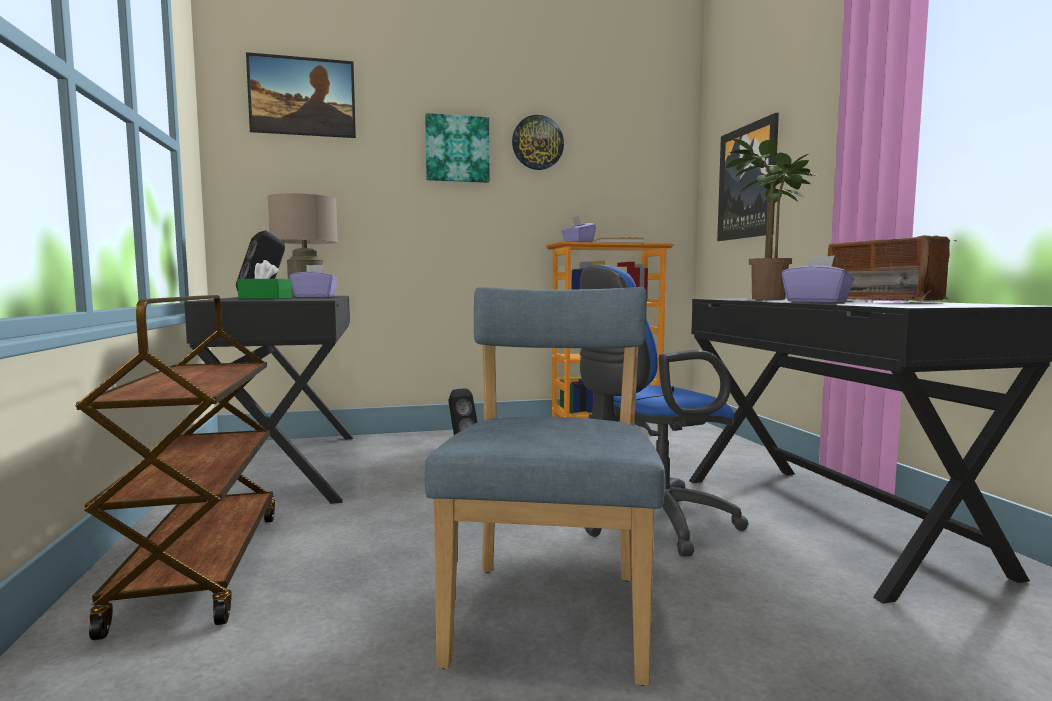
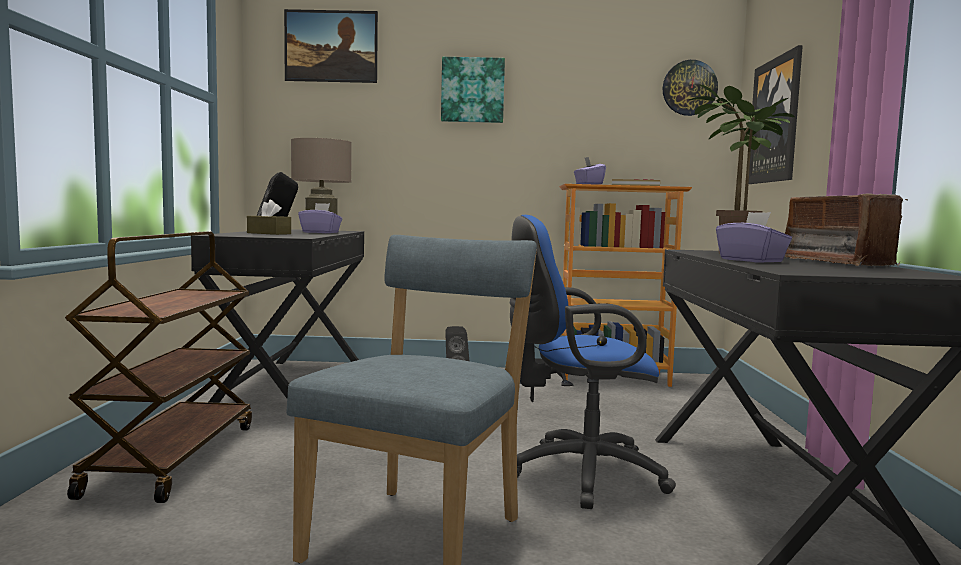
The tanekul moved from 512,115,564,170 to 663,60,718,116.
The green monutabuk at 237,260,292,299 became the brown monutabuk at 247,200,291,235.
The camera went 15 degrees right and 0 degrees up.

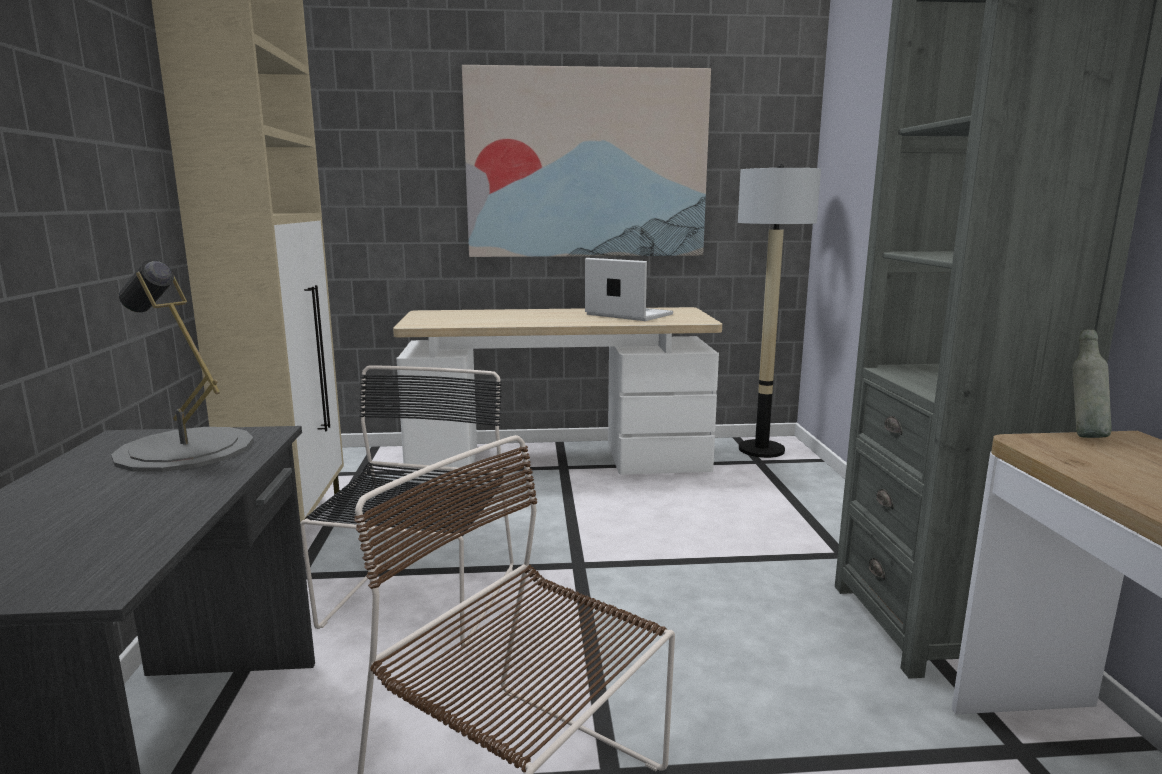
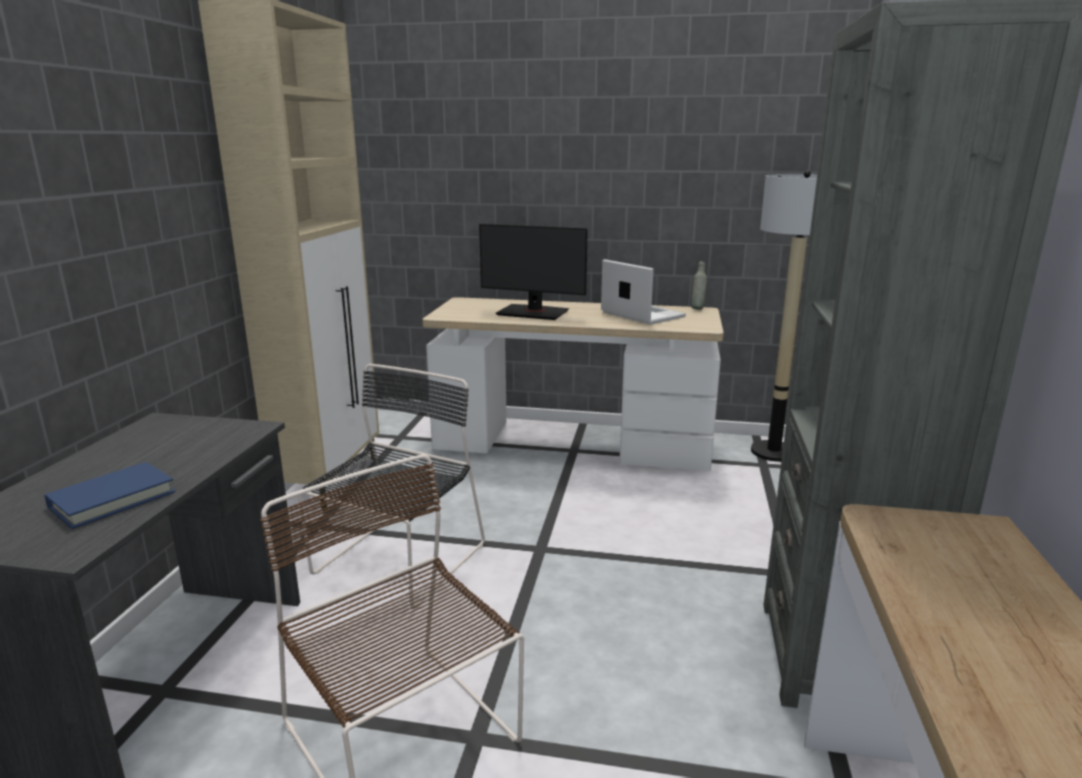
The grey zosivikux at 111,259,254,472 disappeared.
The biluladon at 462,65,711,257 disappeared.
The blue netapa at 44,462,175,529 appeared.
The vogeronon at 479,224,588,320 appeared.
The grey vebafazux moved from 1072,330,1111,438 to 691,261,707,310.
The camera went 15 degrees right and 5 degrees up.

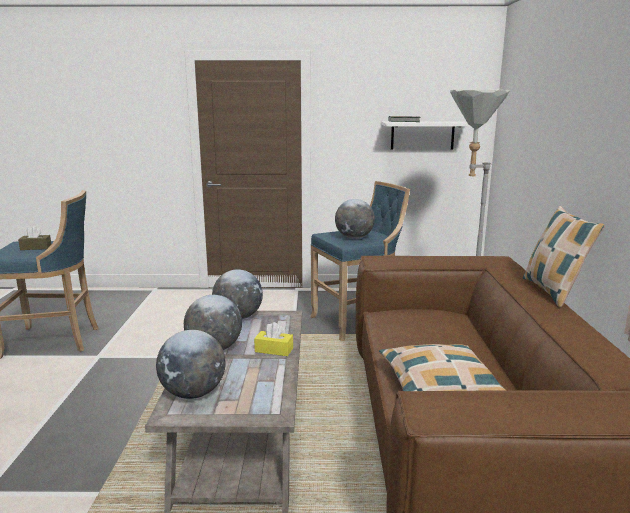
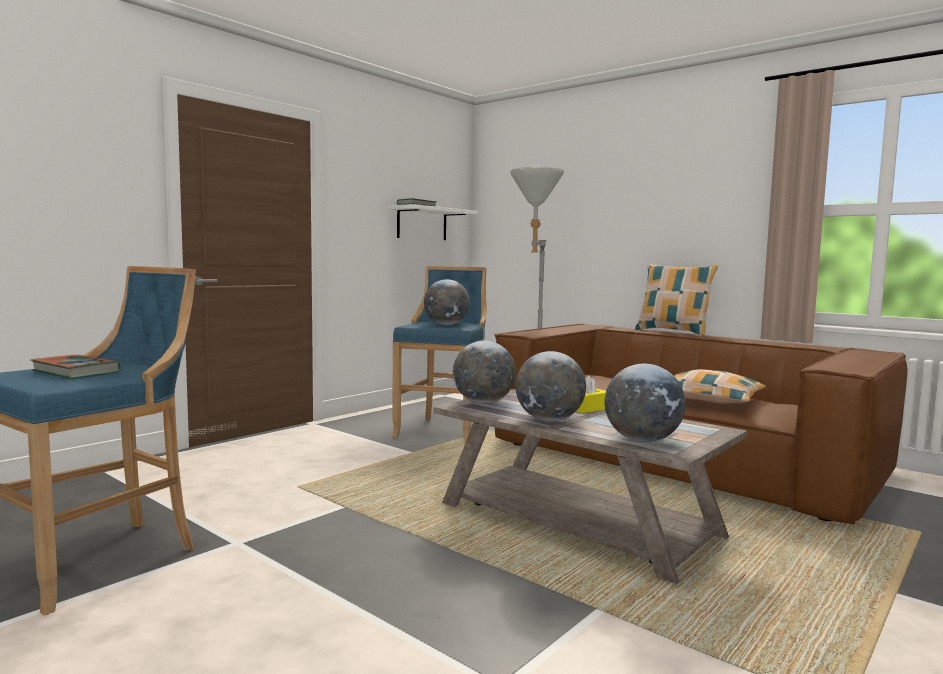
The brown monutabuk at 18,226,51,250 was replaced by the netapa at 30,355,121,379.
The camera went 50 degrees left and 10 degrees down.

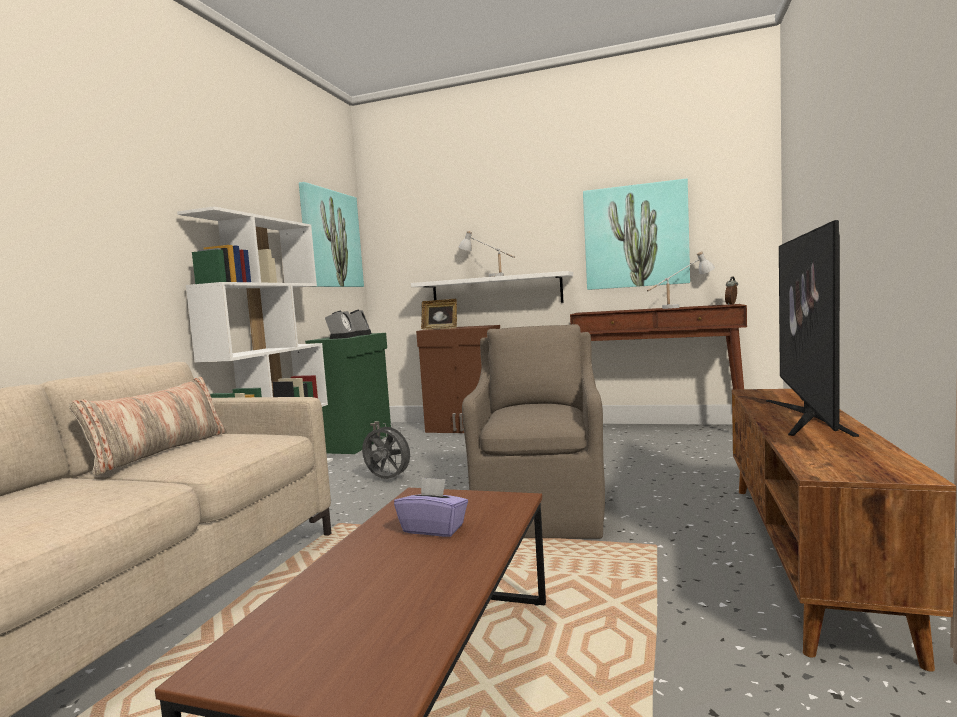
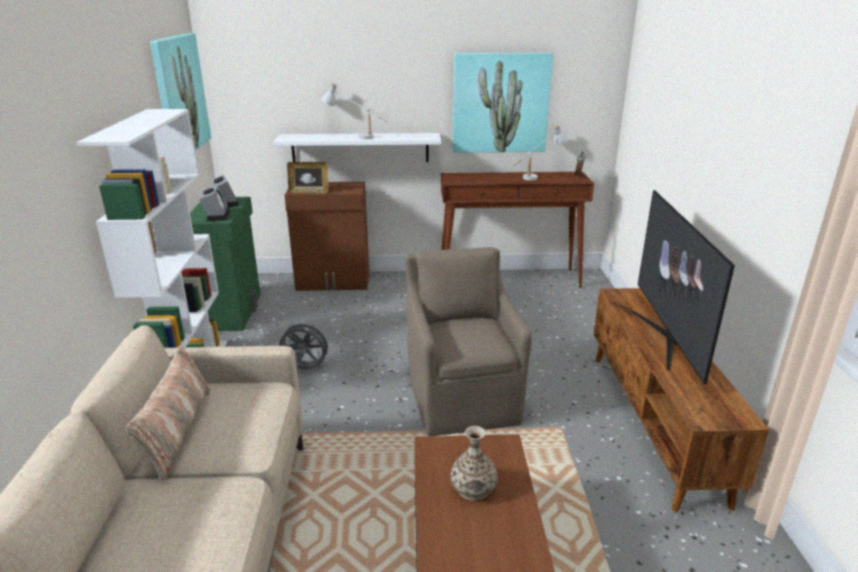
The purple monutabuk at 394,477,468,537 was replaced by the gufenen at 450,426,497,501.
The camera went 20 degrees left and 20 degrees up.

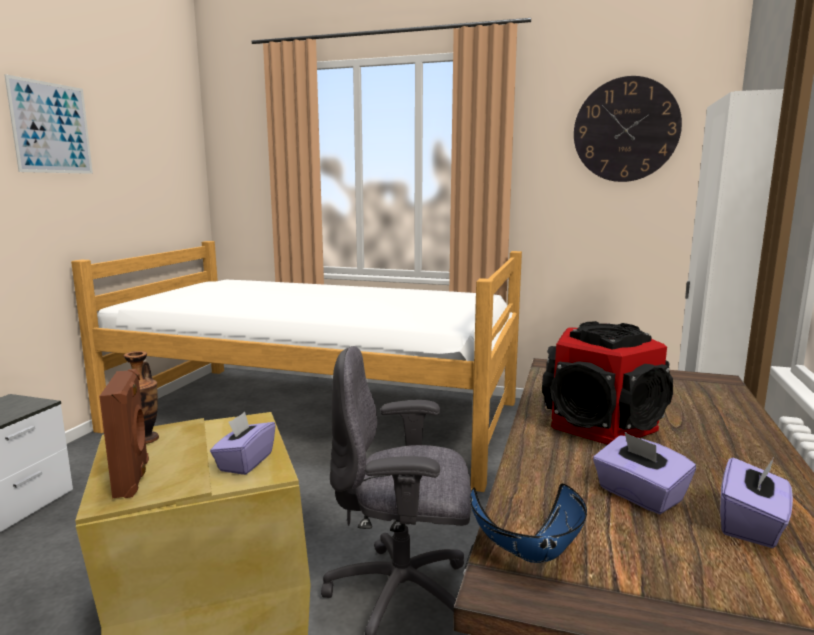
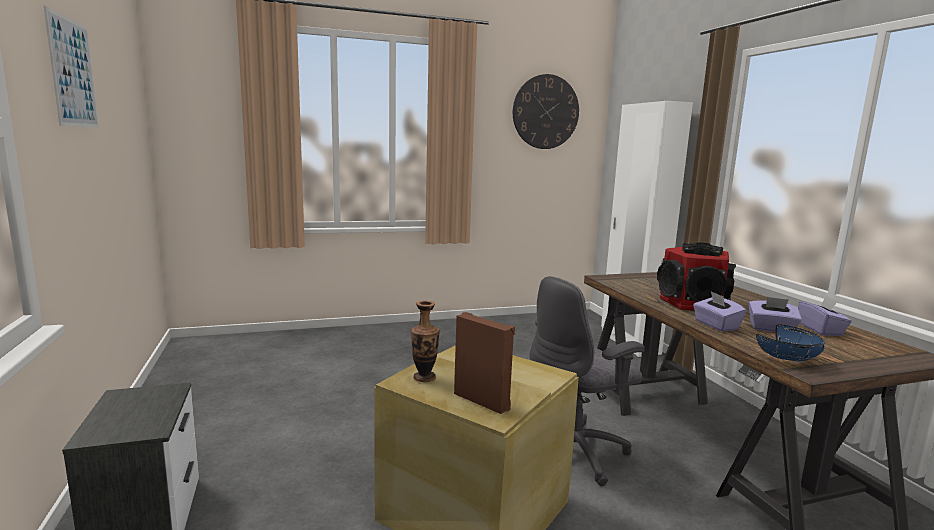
The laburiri at 71,241,522,492 disappeared.
The purple monutabuk moved from 210,412,276,475 to 693,291,746,331.
The camera went 35 degrees left and 0 degrees up.

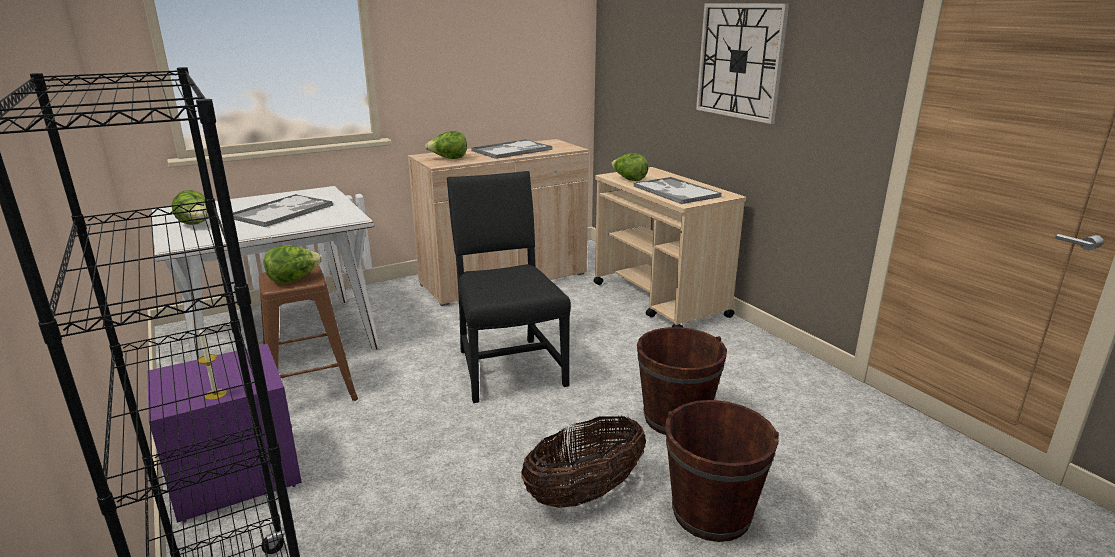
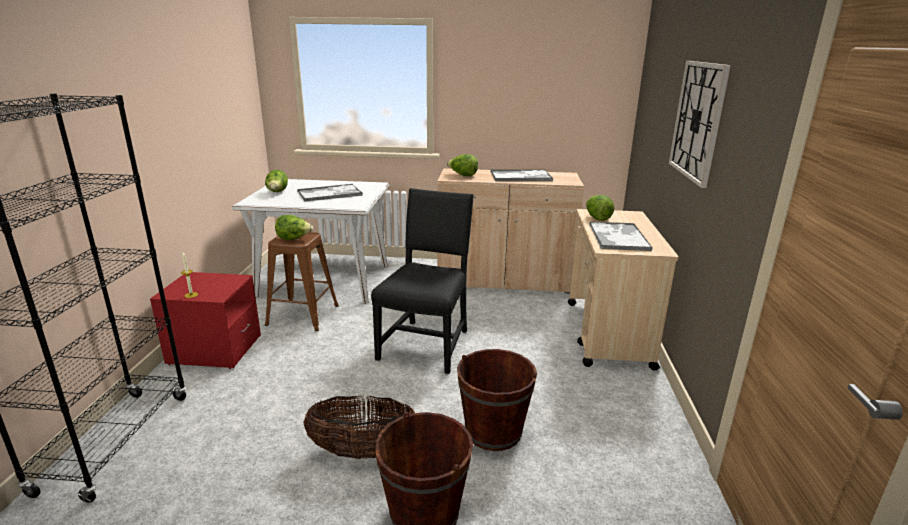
The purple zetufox at 147,344,302,523 became the red zetufox at 150,272,261,369.
The camera went 35 degrees right and 0 degrees up.

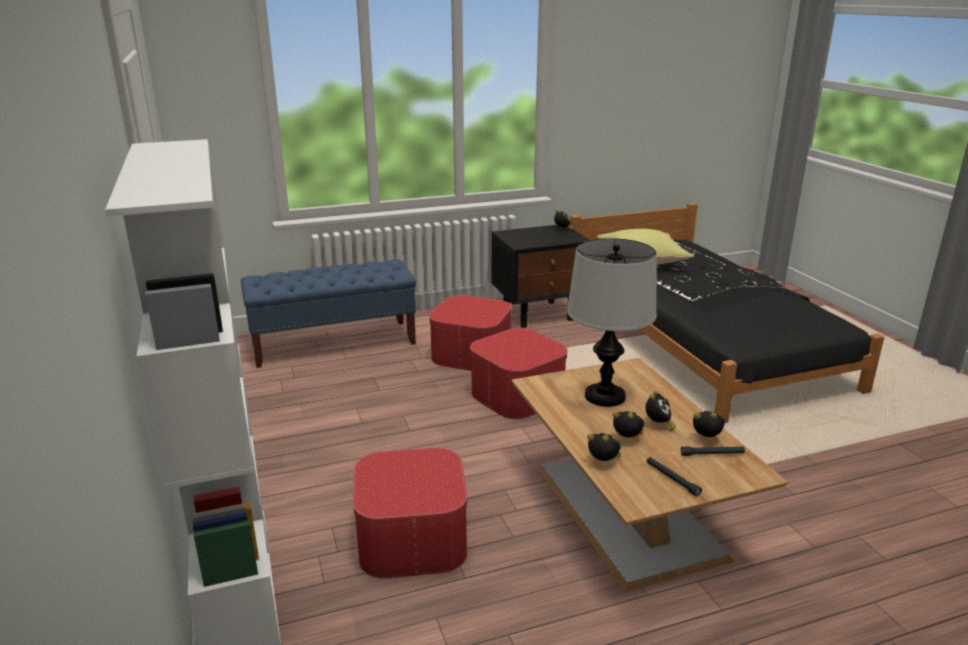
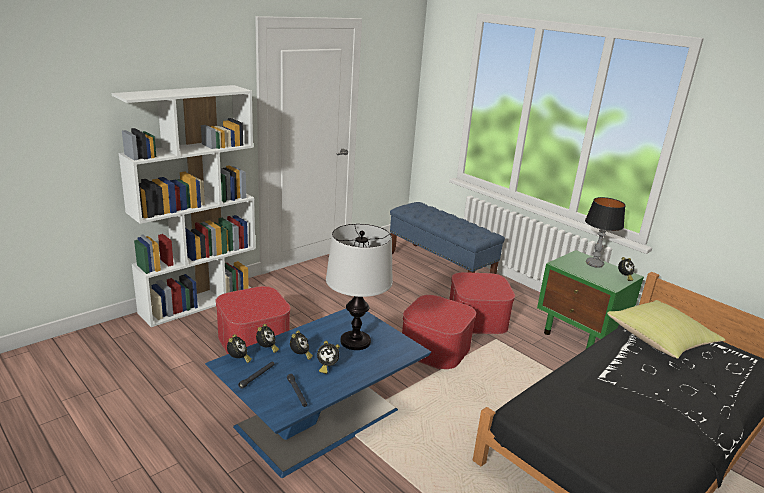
The zosivikux at 585,197,625,268 appeared.
The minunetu moved from 693,411,725,437 to 227,334,252,363.
The black zetufox at 492,225,589,328 became the green zetufox at 537,250,644,349.
The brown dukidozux at 512,358,788,591 became the blue dukidozux at 205,309,431,478.
The camera went 65 degrees right and 0 degrees up.

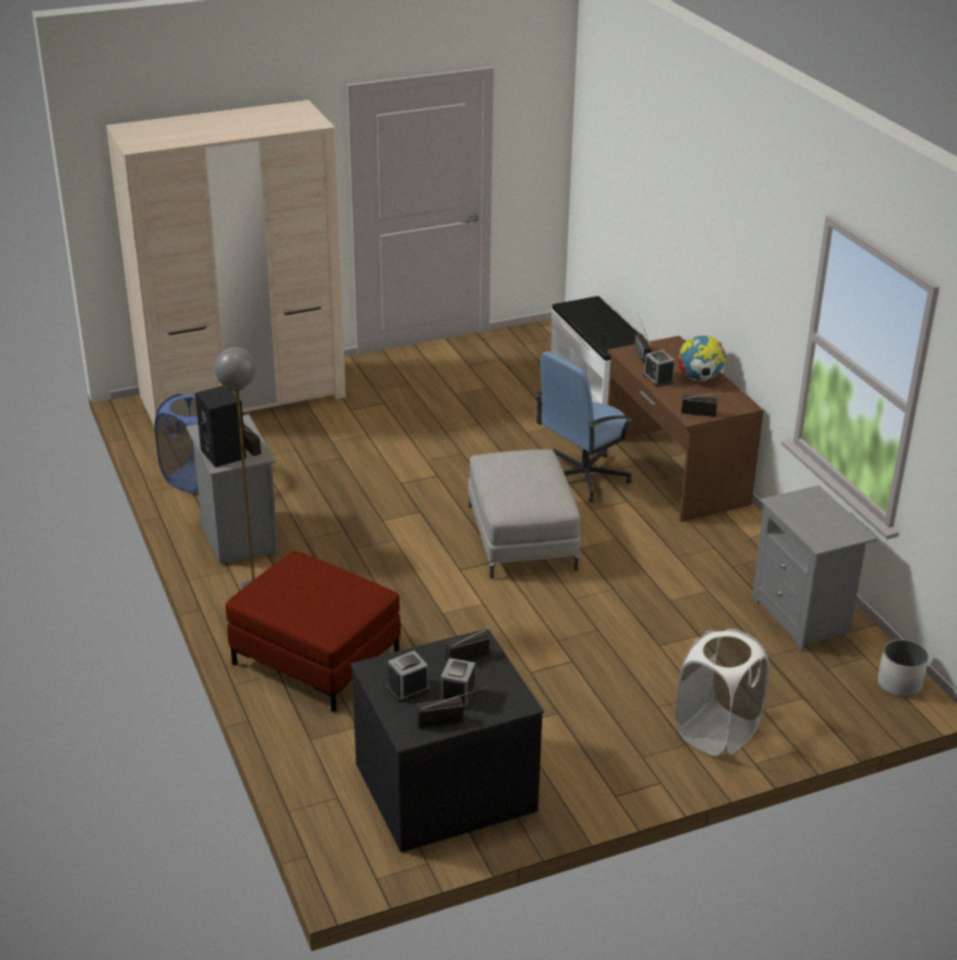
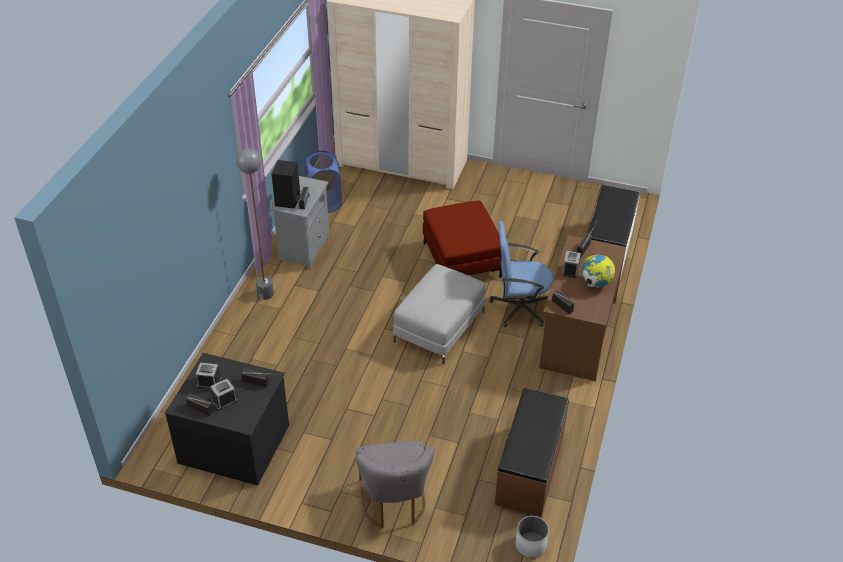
The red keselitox moved from 225,551,401,712 to 423,201,502,278.
The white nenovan at 675,629,770,756 was replaced by the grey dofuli at 355,440,434,529.
The grey zetufox at 752,485,877,651 was replaced by the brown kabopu at 495,388,569,517.
The camera went 40 degrees right and 10 degrees up.

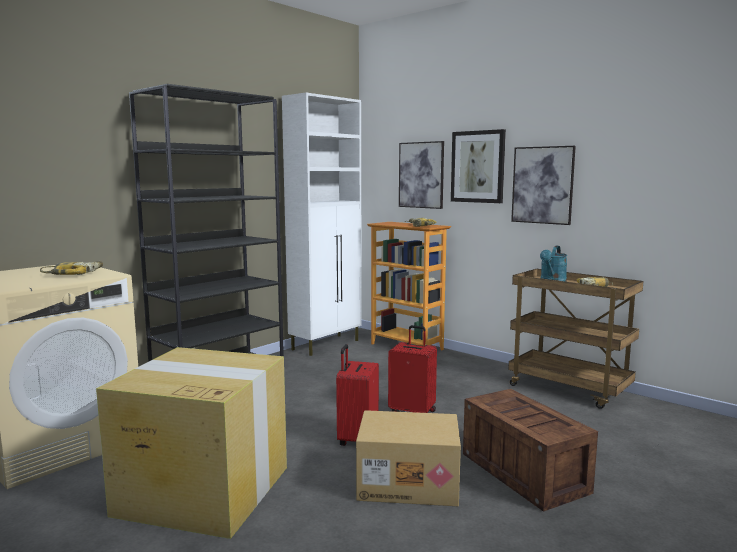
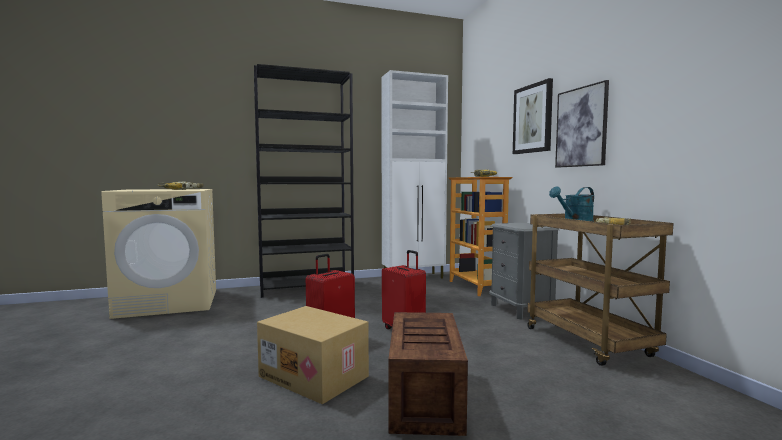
The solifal at 96,347,287,539 disappeared.
The biluladon at 399,141,444,209 disappeared.
The grey zetufox at 489,222,559,319 appeared.
The camera went 30 degrees right and 5 degrees down.

